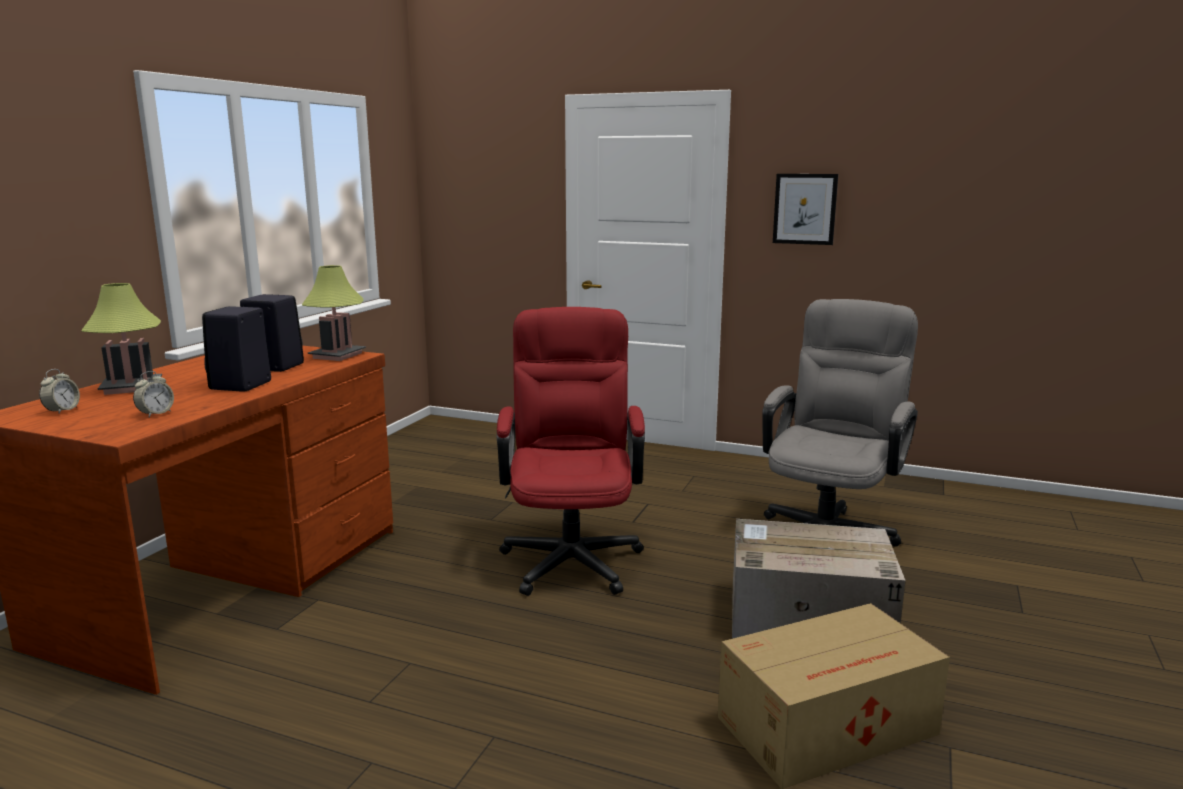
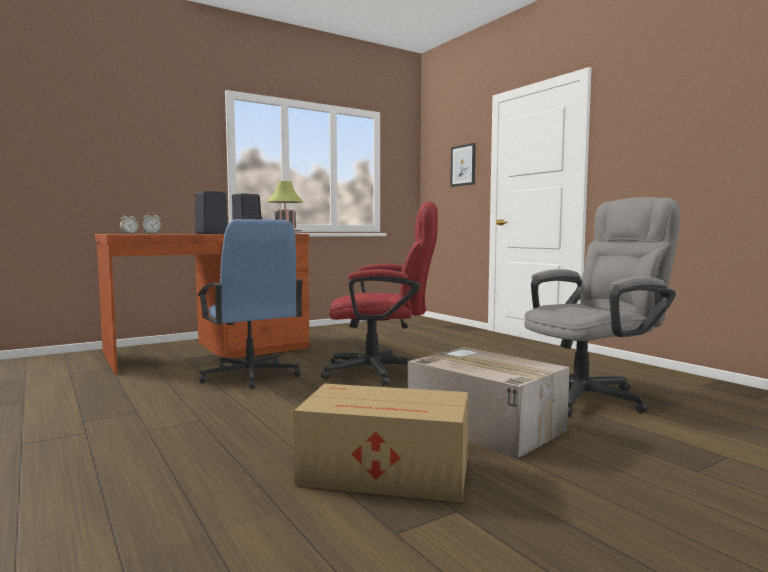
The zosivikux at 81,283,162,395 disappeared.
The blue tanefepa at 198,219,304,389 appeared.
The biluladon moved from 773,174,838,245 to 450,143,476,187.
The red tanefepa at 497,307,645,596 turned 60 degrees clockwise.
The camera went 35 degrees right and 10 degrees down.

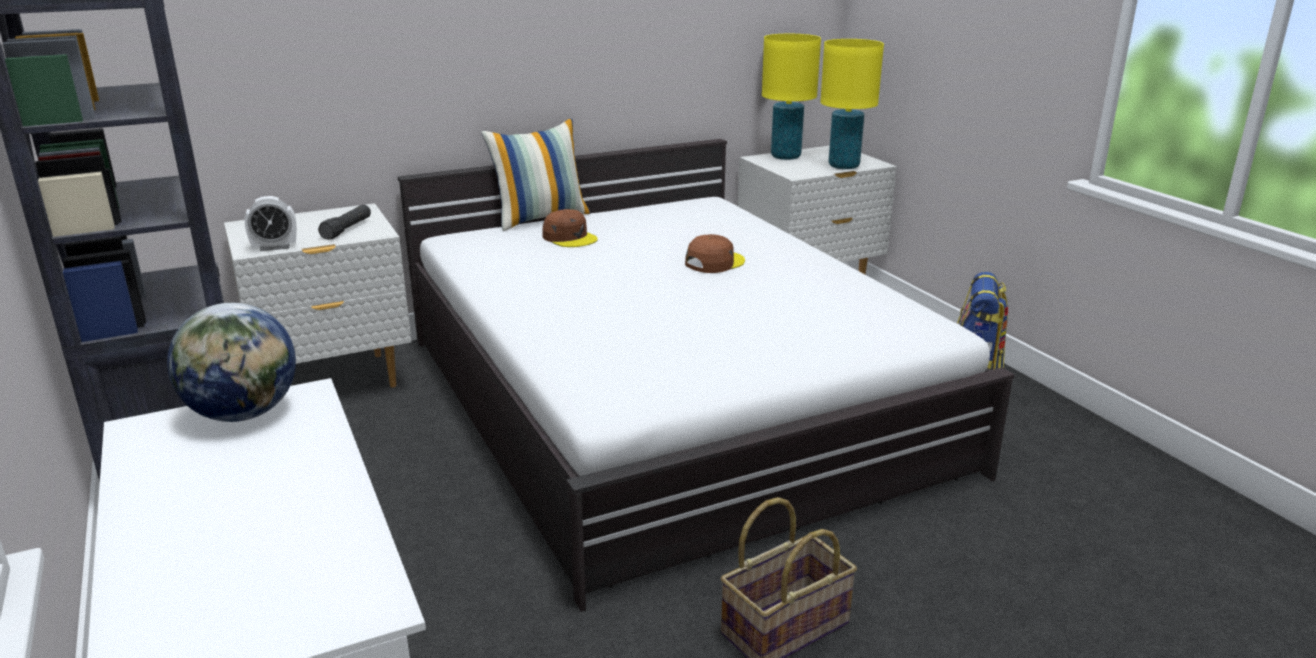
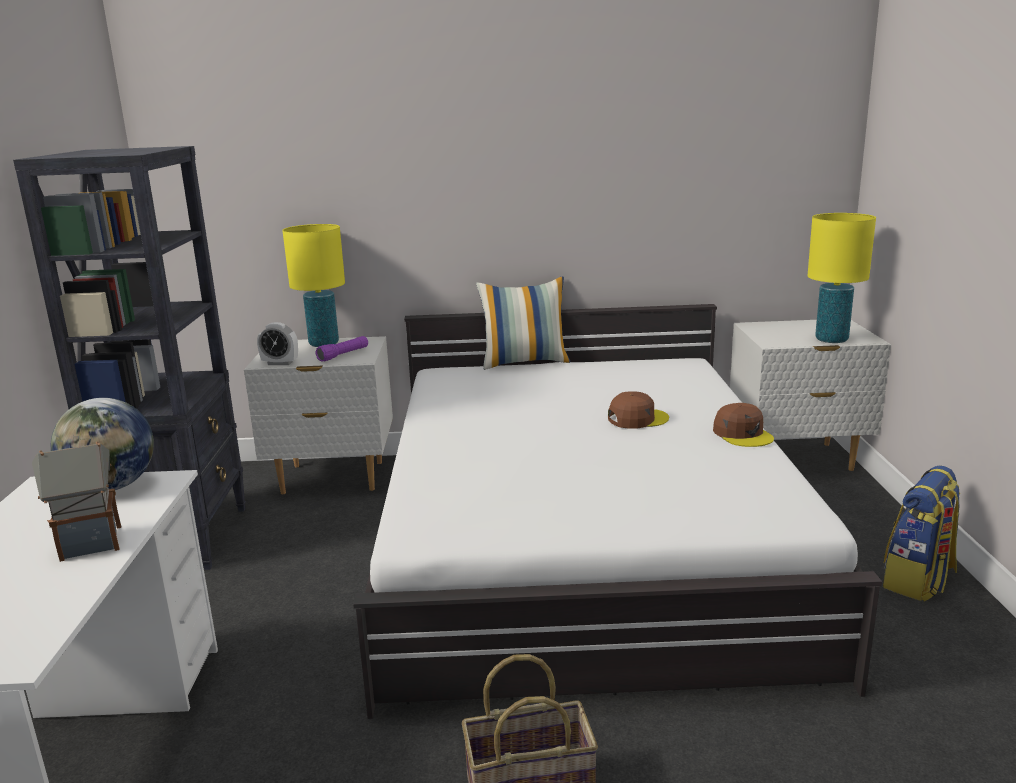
The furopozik at 32,442,121,562 appeared.
The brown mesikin moved from 543,209,598,247 to 713,403,774,447.
The yellow zosivikux moved from 762,34,821,160 to 282,224,345,347.
The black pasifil at 318,205,371,240 became the purple pasifil at 315,336,368,362.
The camera went 25 degrees right and 5 degrees down.

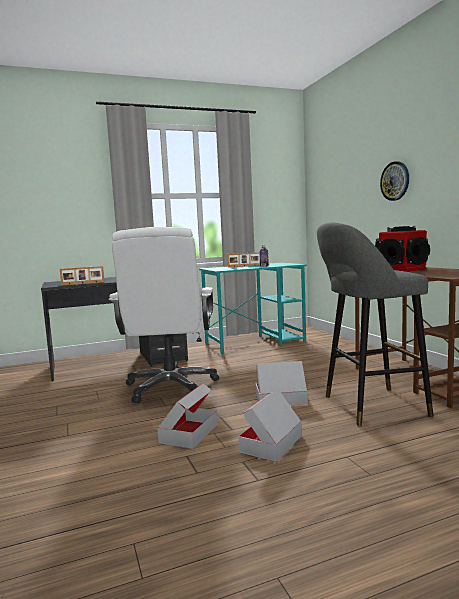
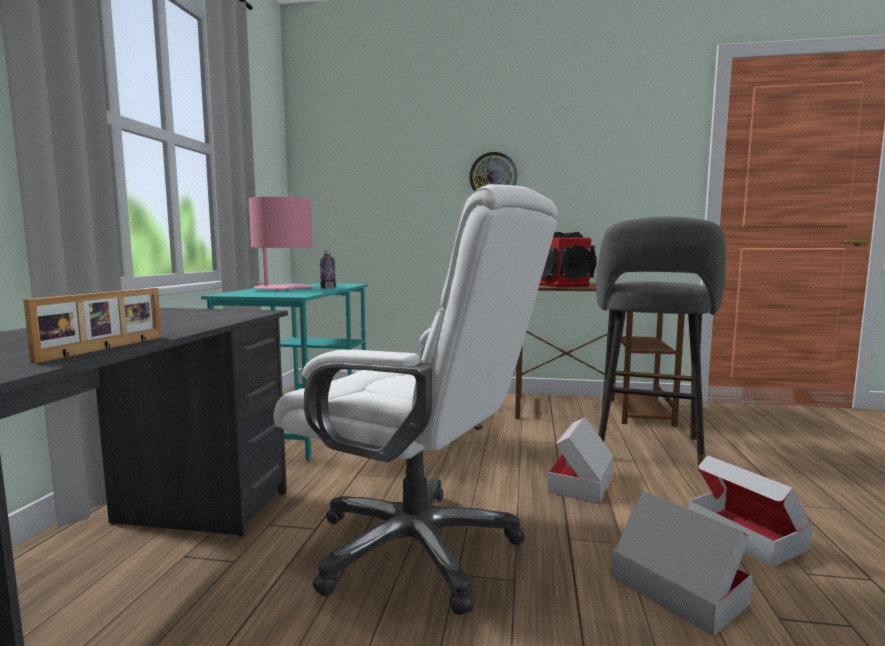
The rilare at 227,252,260,267 was replaced by the pink zosivikux at 249,196,314,292.
The camera went 60 degrees left and 0 degrees up.

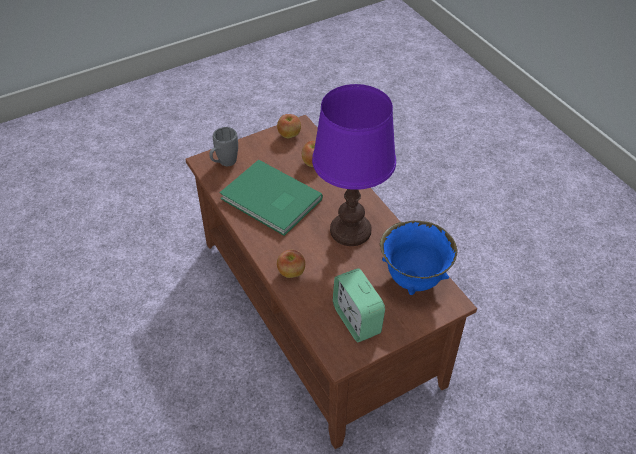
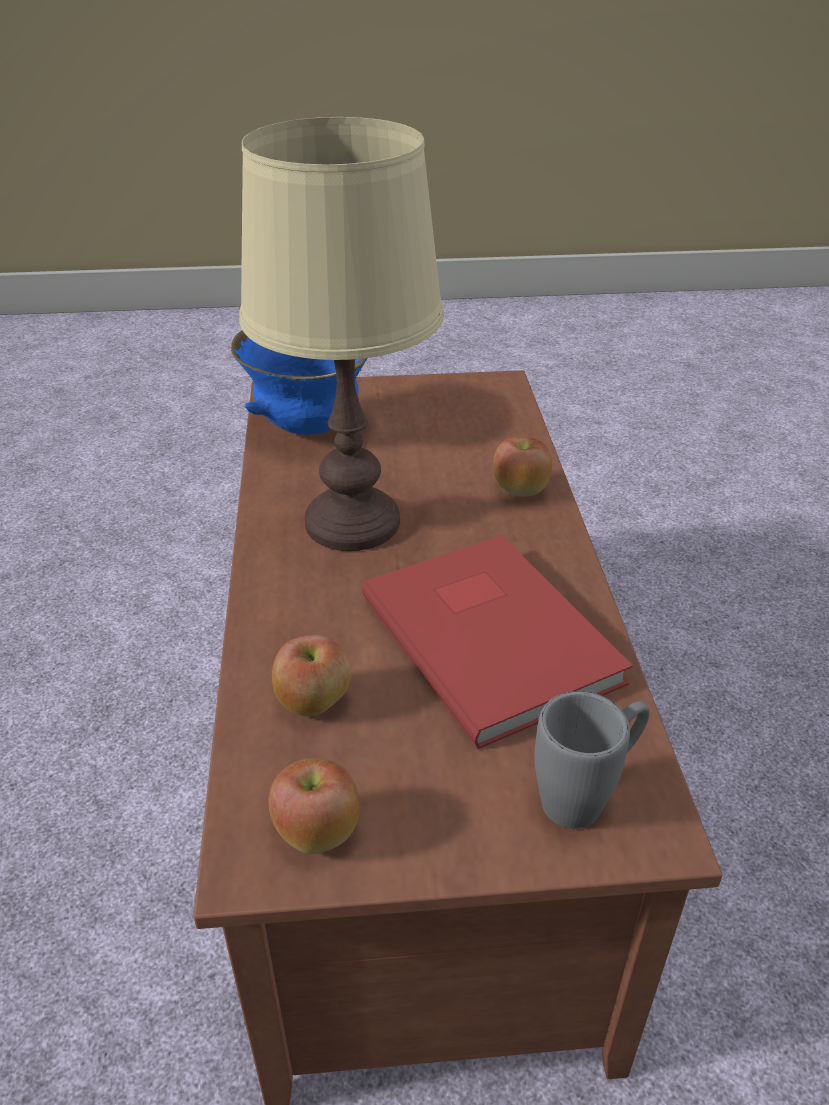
The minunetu at 333,268,385,342 disappeared.
The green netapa at 220,160,323,236 became the red netapa at 362,535,633,749.
The purple zosivikux at 312,84,396,246 became the beige zosivikux at 239,117,444,551.
The camera went 155 degrees left and 10 degrees down.

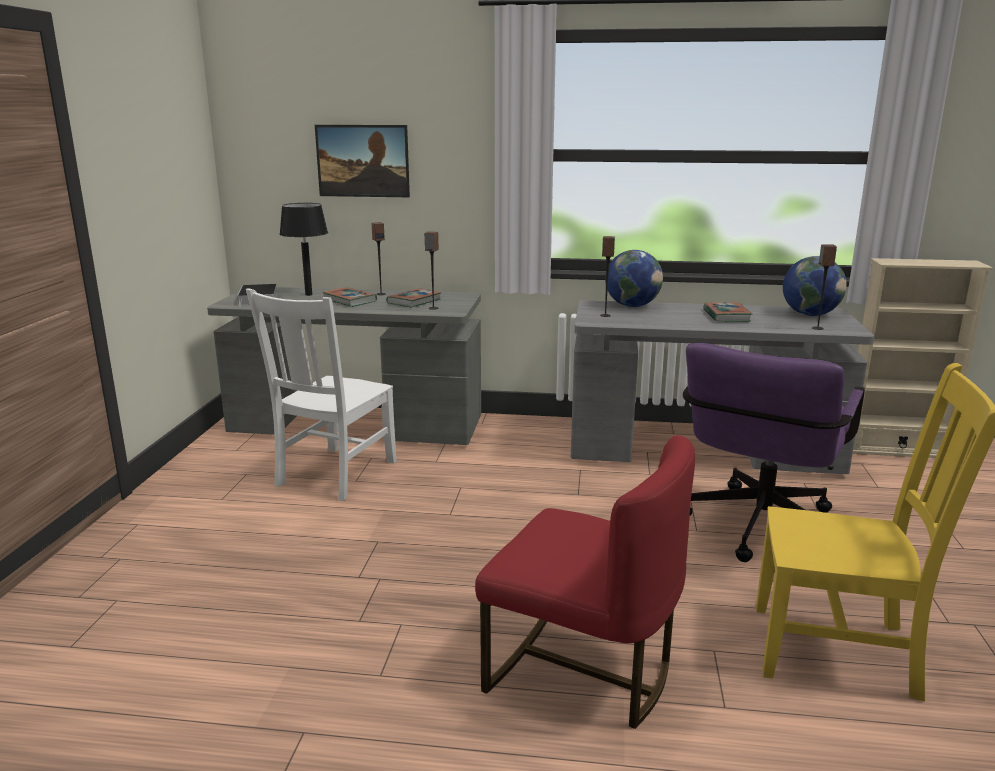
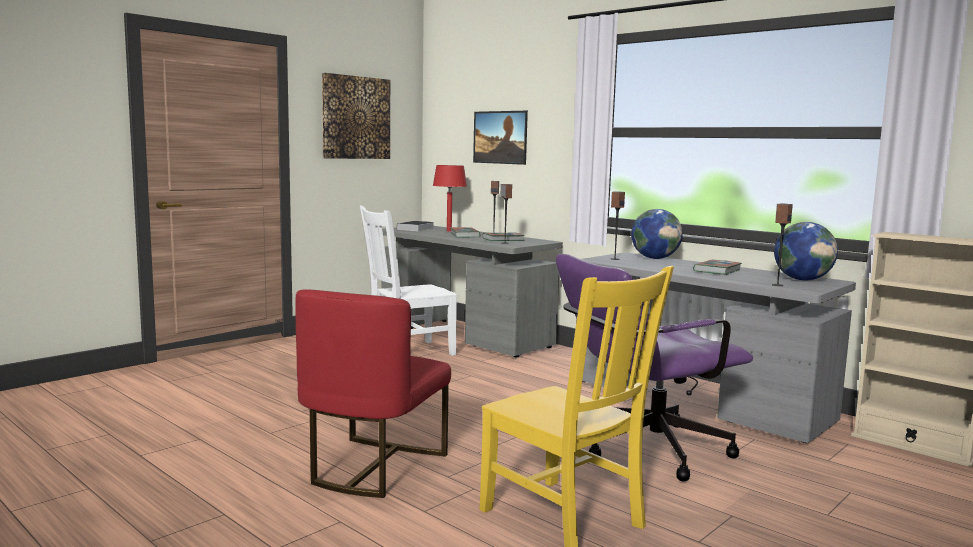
The biluladon at 322,73,390,159 appeared.
The black zosivikux at 279,203,328,296 became the red zosivikux at 433,165,467,231.
The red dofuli at 475,435,695,729 turned 45 degrees clockwise.
The camera went 35 degrees right and 10 degrees down.

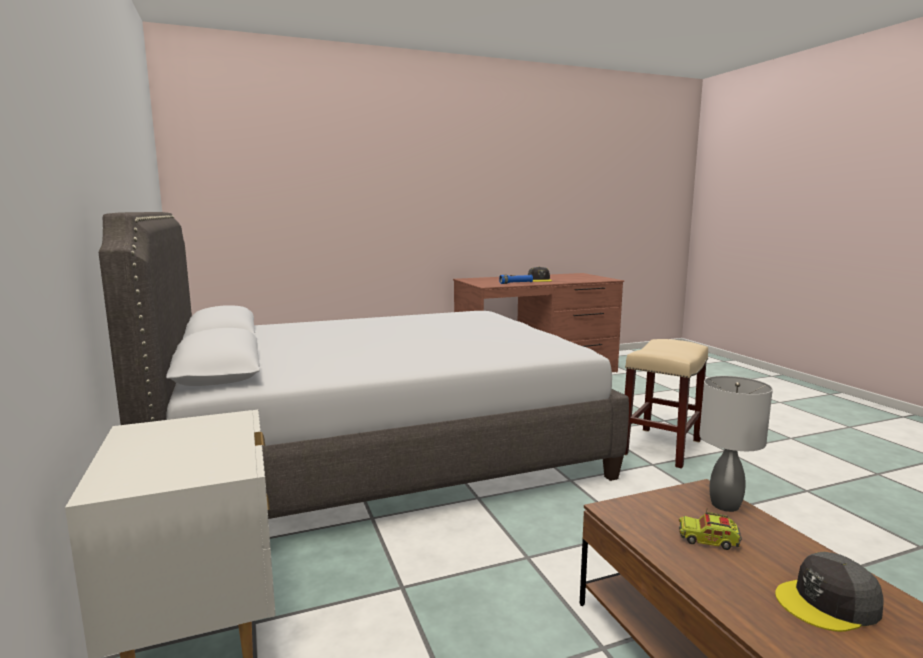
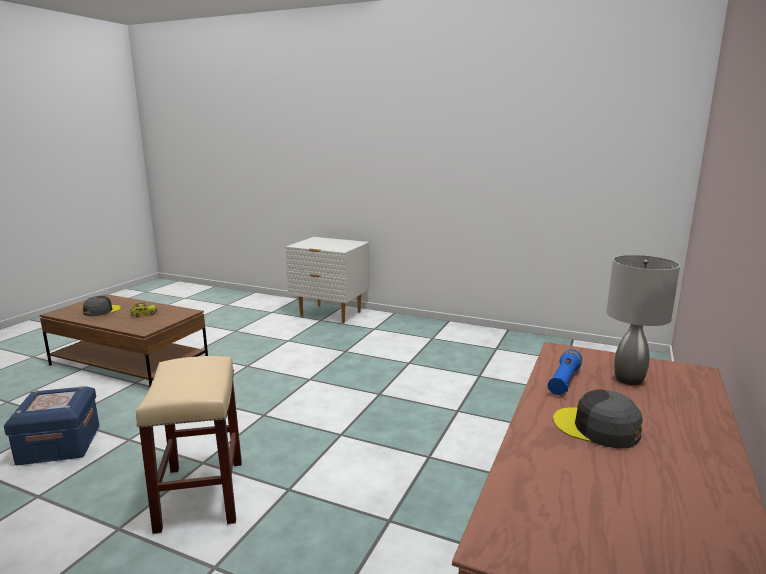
The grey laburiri at 98,212,629,519 disappeared.
The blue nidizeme at 4,386,99,465 appeared.
The grey zosivikux moved from 699,376,773,512 to 606,255,680,385.
The camera went 135 degrees right and 5 degrees up.

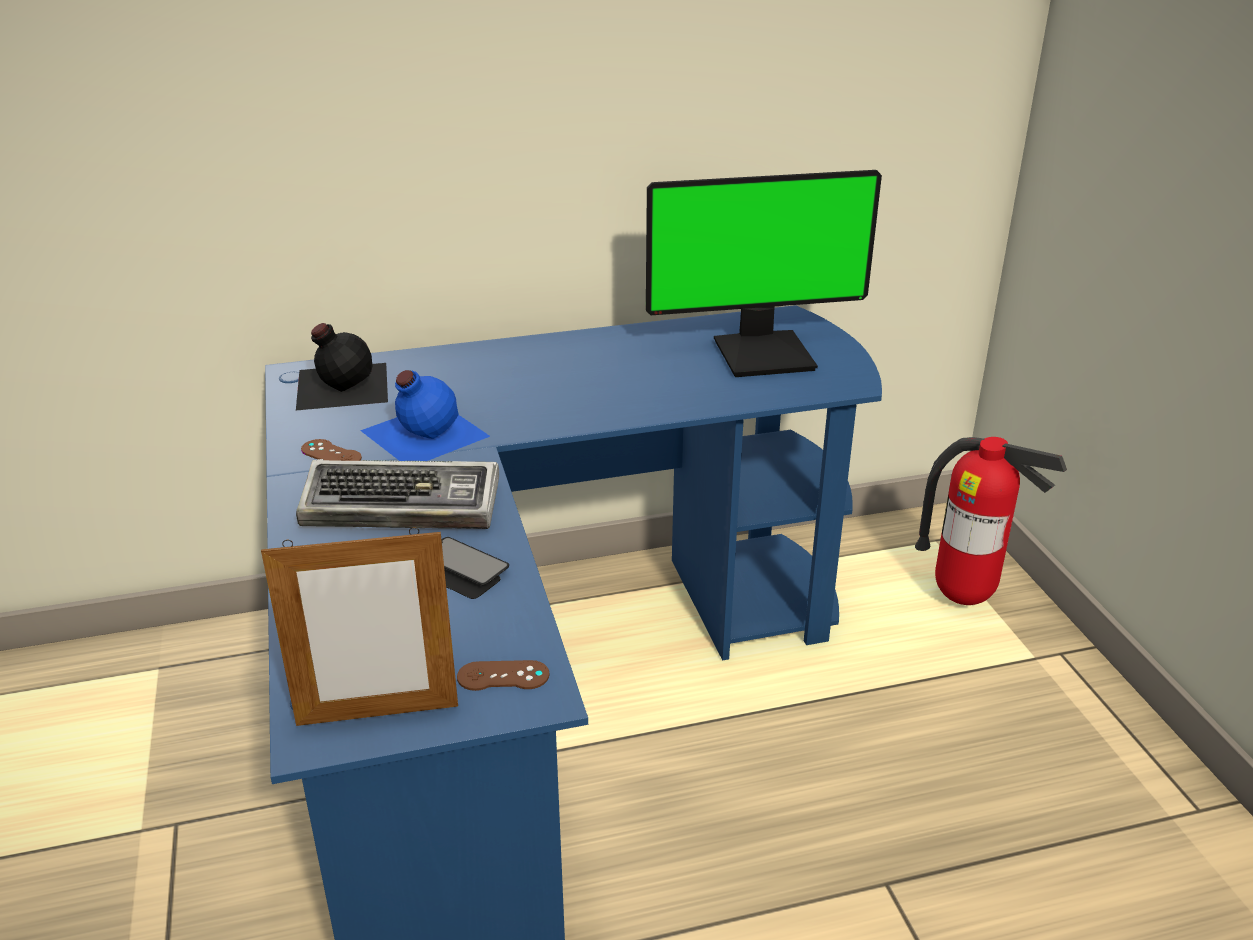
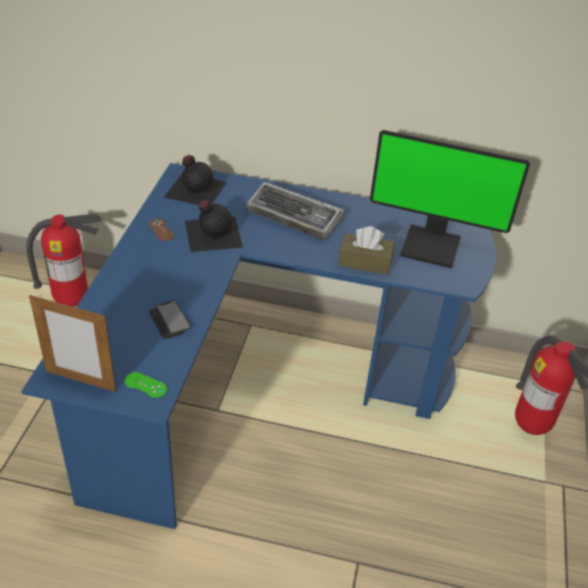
The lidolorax at 26,214,102,307 appeared.
The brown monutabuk at 339,226,395,275 appeared.
The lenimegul moved from 296,459,499,529 to 246,182,345,240.
The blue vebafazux at 360,370,490,461 became the black vebafazux at 185,200,243,252.
The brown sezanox at 457,660,549,691 became the green sezanox at 125,372,167,398.
The camera went 25 degrees right and 10 degrees up.

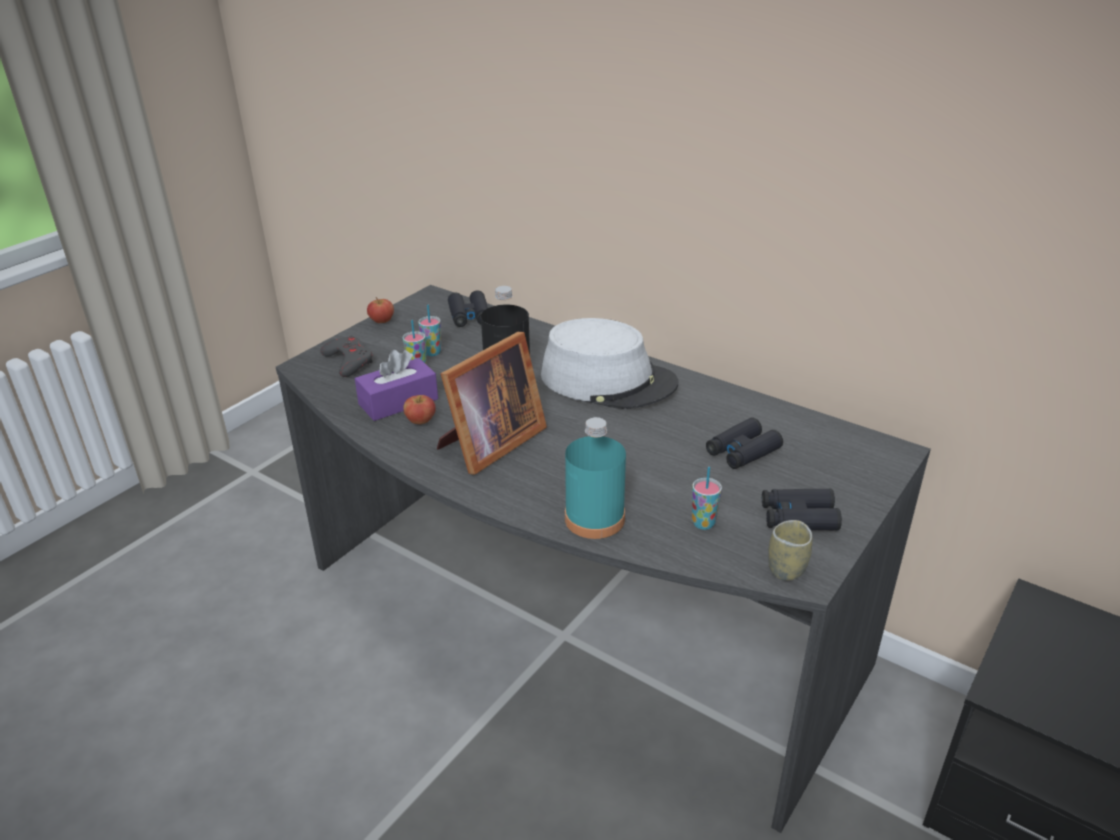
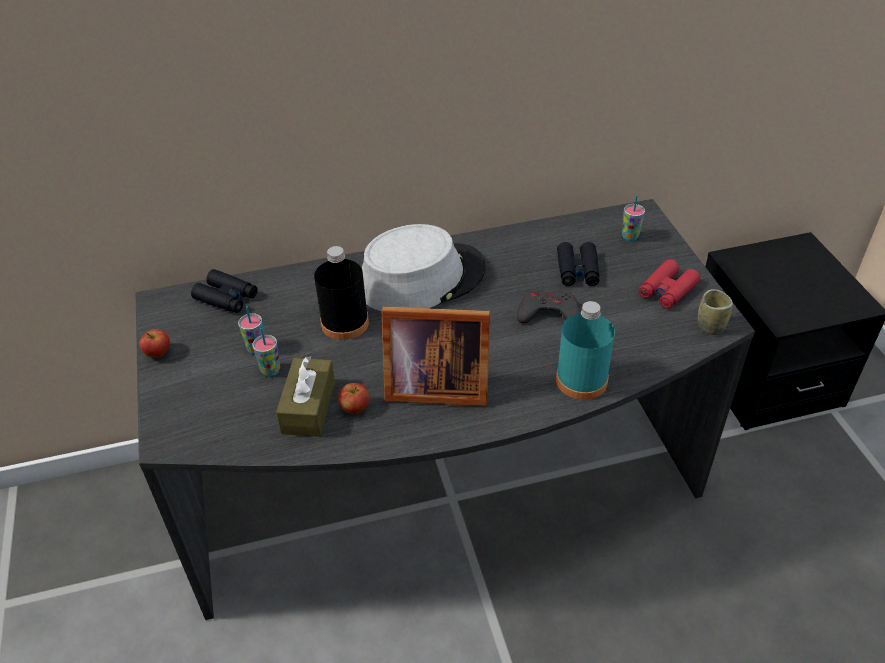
The grey sezanox moved from 320,336,373,377 to 517,290,581,324.
The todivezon moved from 692,467,722,530 to 622,195,645,241.
The purple monutabuk at 355,350,438,421 became the brown monutabuk at 276,356,335,437.
The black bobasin at 762,489,842,531 became the red bobasin at 639,259,700,309.
The rilare at 437,332,547,475 turned 105 degrees clockwise.
The camera went 50 degrees left and 10 degrees up.

